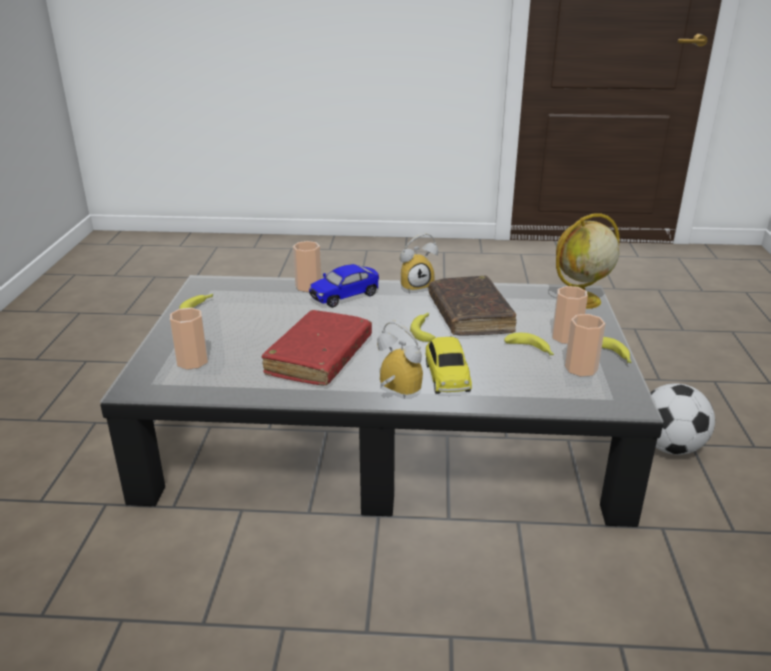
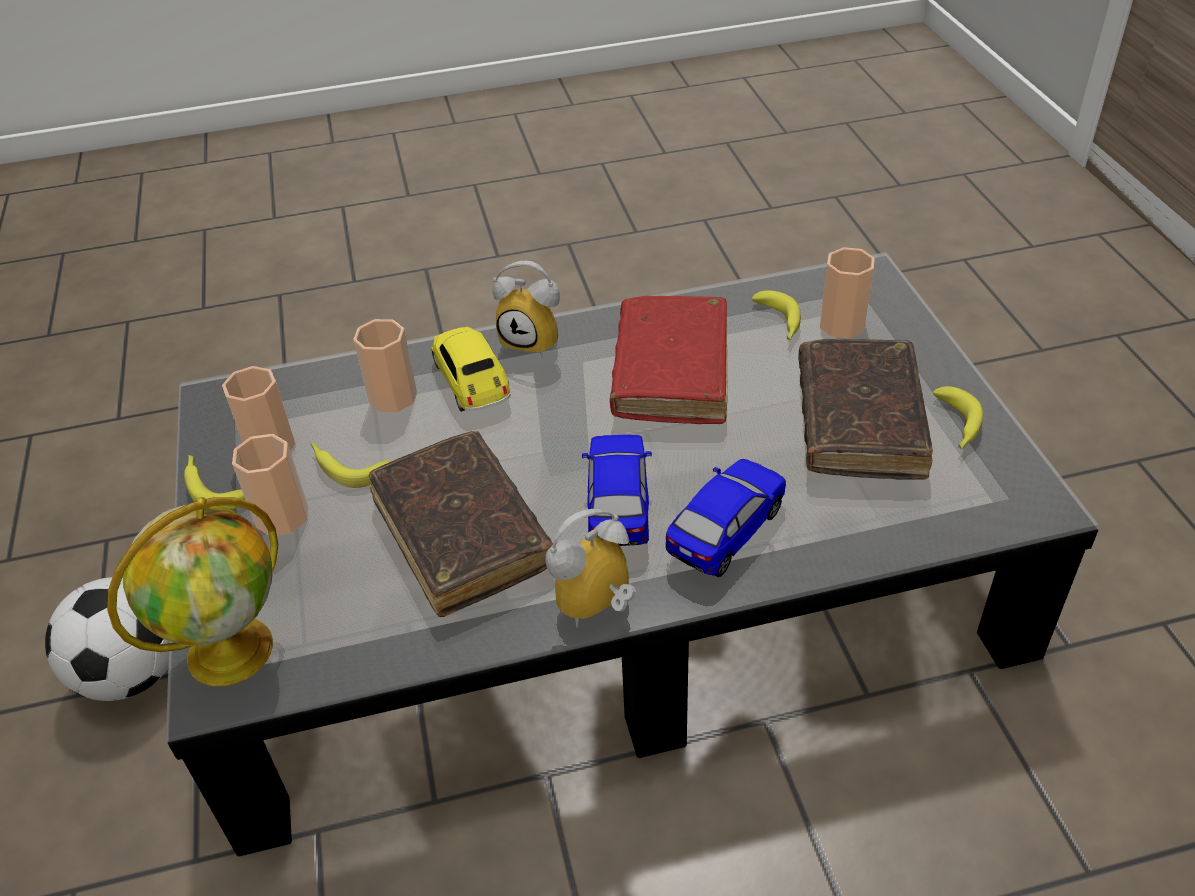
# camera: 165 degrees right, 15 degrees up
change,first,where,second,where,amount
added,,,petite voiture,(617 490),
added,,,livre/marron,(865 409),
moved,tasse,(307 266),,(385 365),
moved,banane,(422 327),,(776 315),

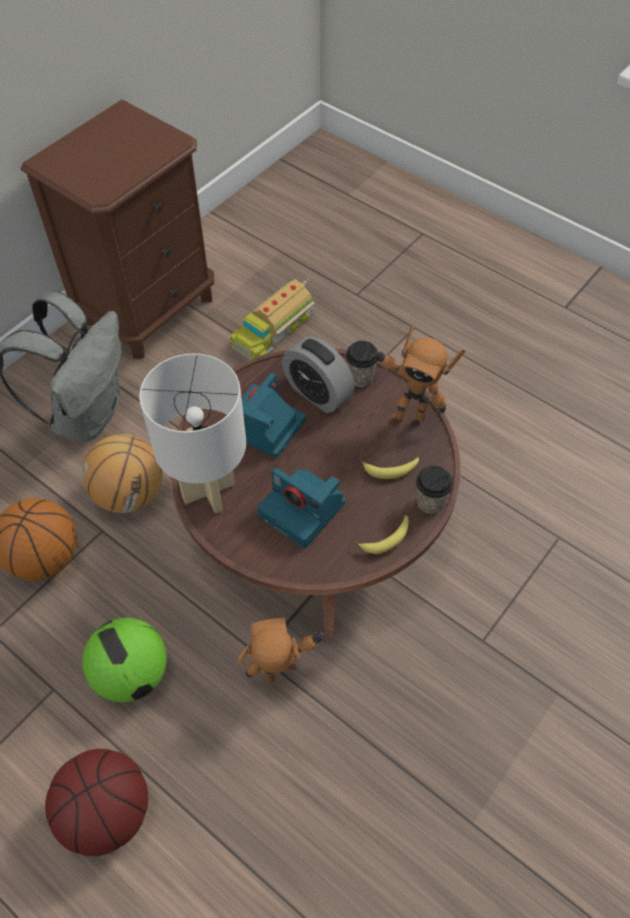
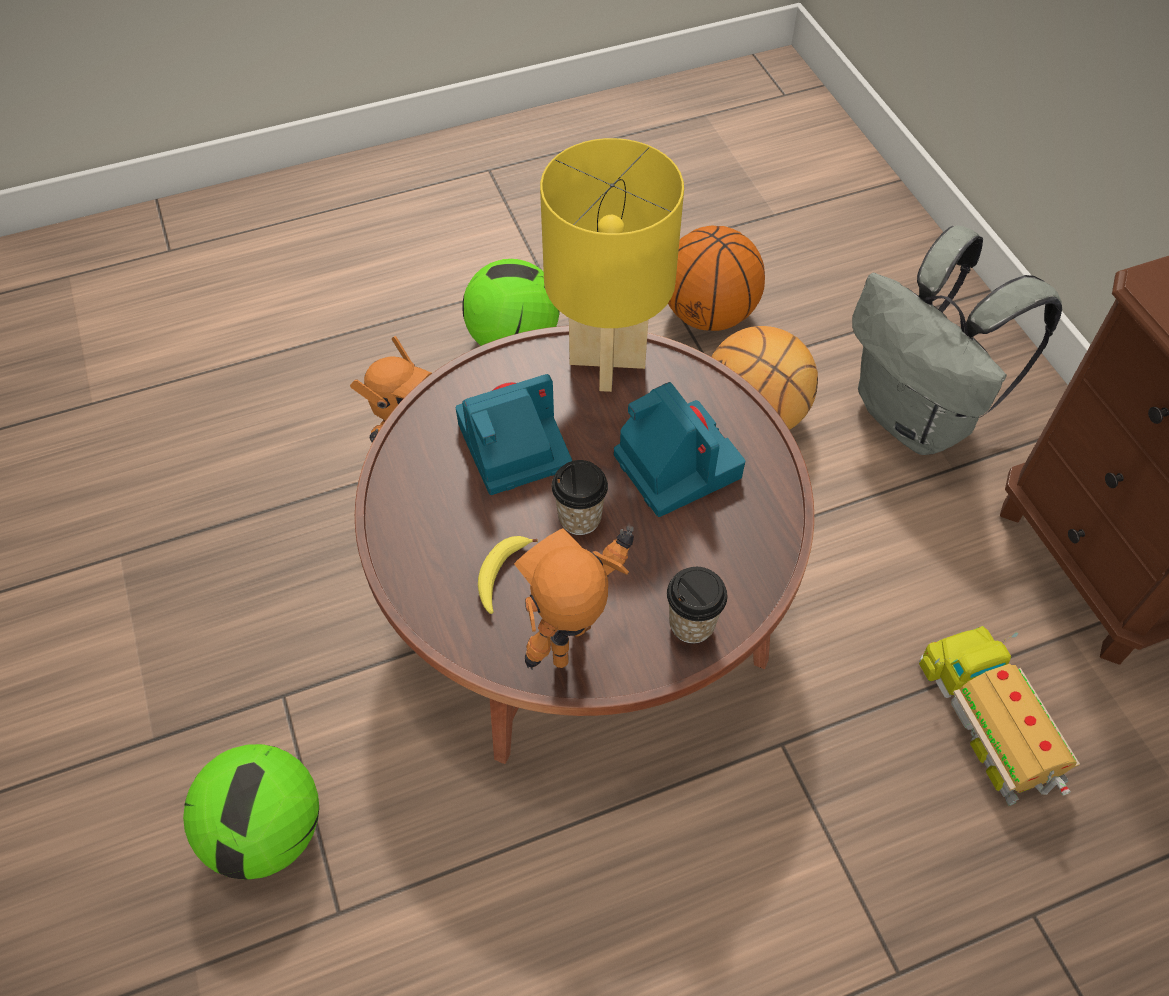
# camera: 120 degrees right, 0 degrees up
change,first,where,second,where,amount
removed,ballon de basket,(96 802),,,
removed,réveil,(318 374),,,
removed,banane,(382 534),,,
added,,,ballon de foot,(251 812),
moved,tasse,(434 490),,(580 497),
recoloured,lampe de table/blanc,(192 433),lampe de table/jaune,(612 265),

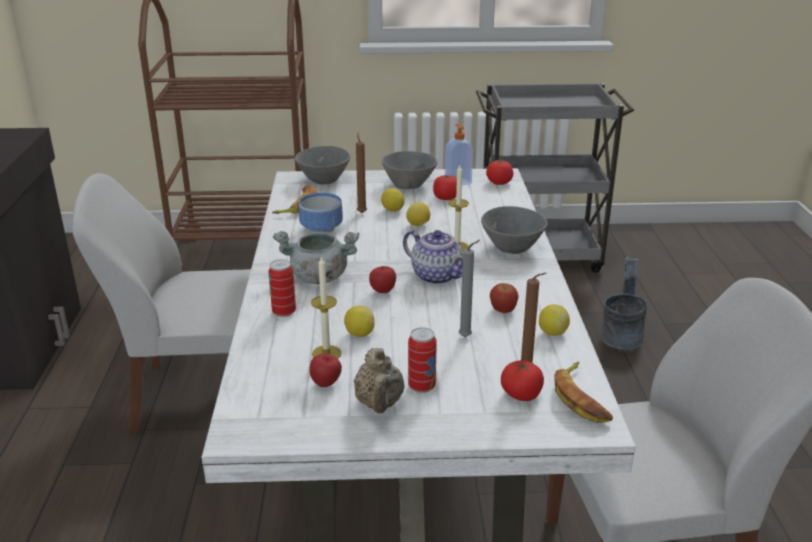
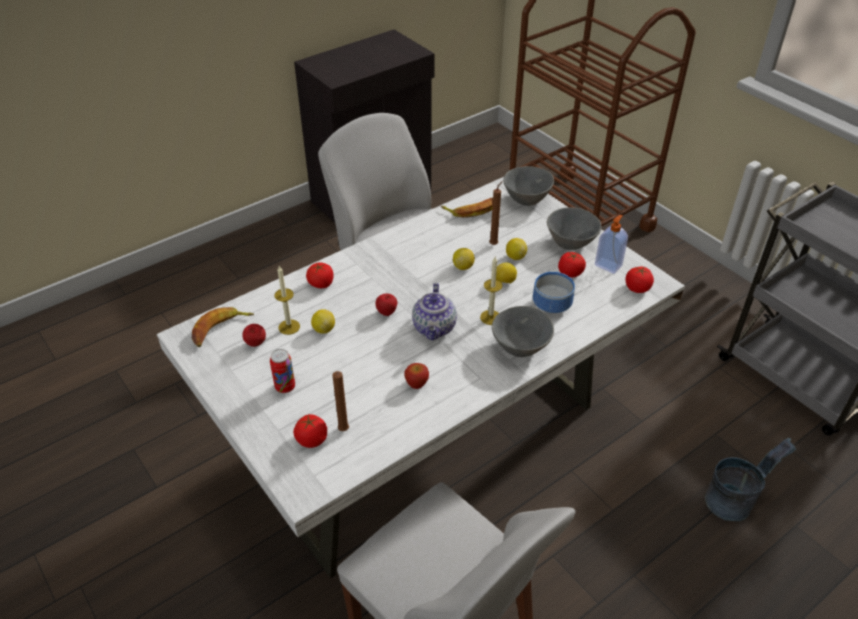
# camera: 55 degrees right, 15 degrees up
change,first,where,second,where,amount
removed,marmite/gris,(316 257),,,
removed,théière/beige,(379 381),,,
removed,bougie/gris,(469 288),,,
moved,bol,(321 213),,(554 293),
moved,citron,(554 320),,(464 259),
moved,banane,(583 392),,(223 327),
replaced,boîte métallique,(282 288),tomate,(320 275),

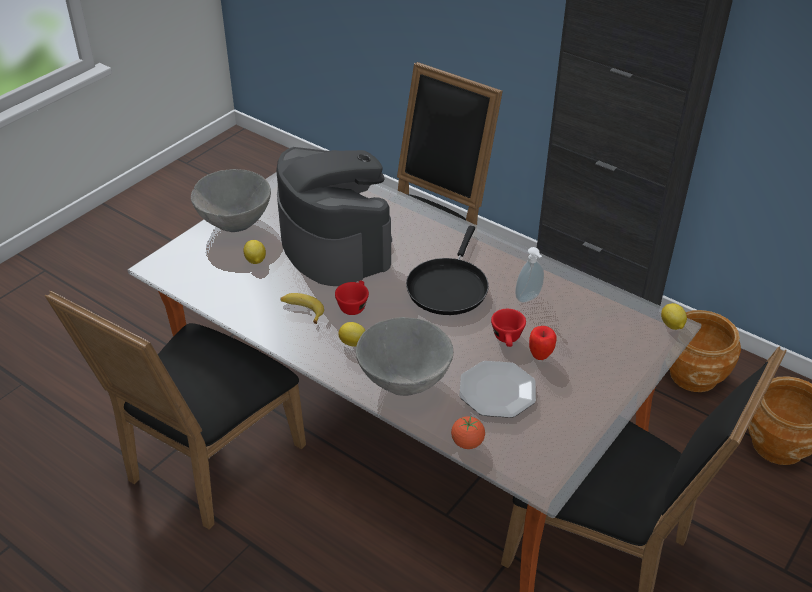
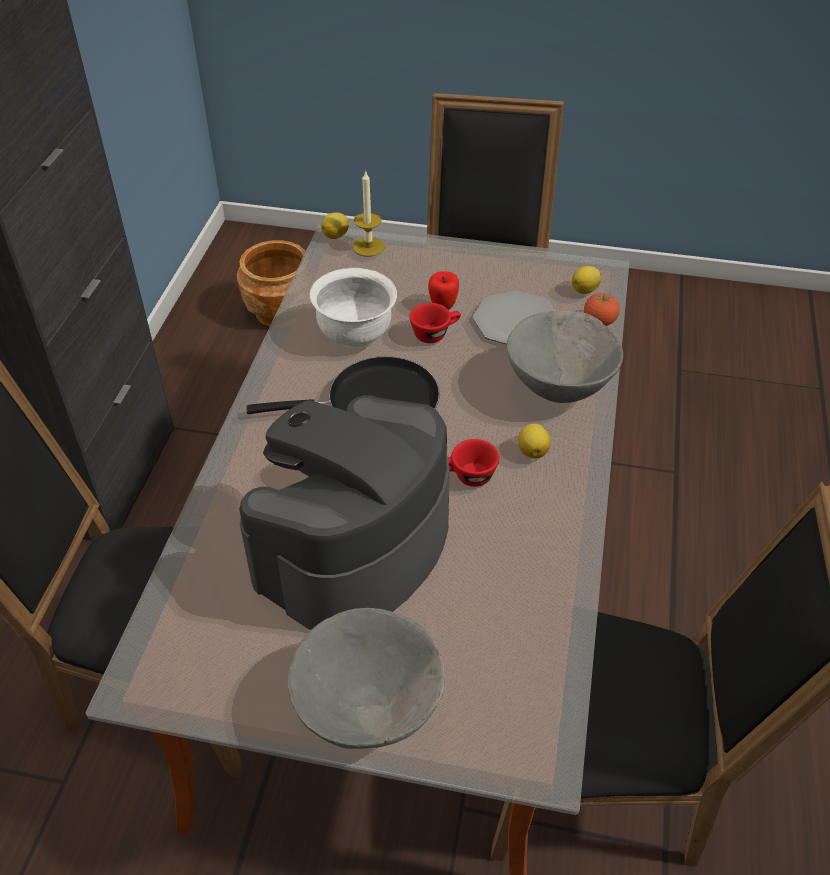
# camera: 115 degrees left, 5 degrees up
change,first,where,second,where,amount
removed,banane,(302 308),,,
removed,cache-pot/marron,(705 351),,,
added,,,bougie,(369 213),
moved,citron,(254 252),,(586 280),
replaced,distributeur de savon,(529 275),bol/blanc,(353 307),

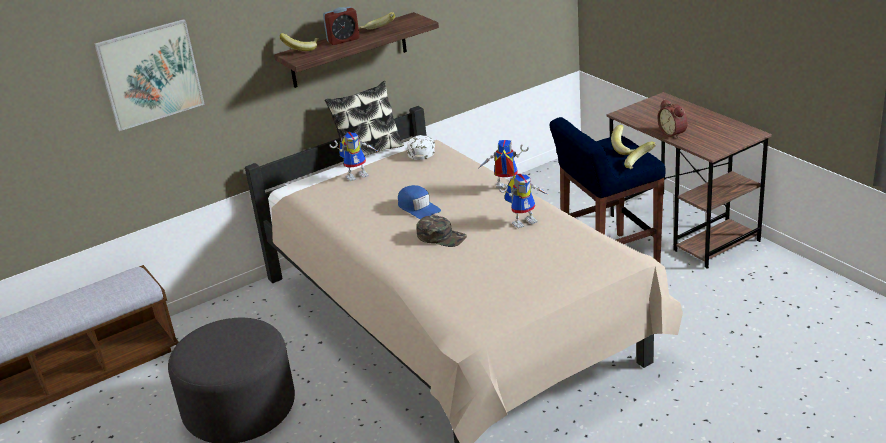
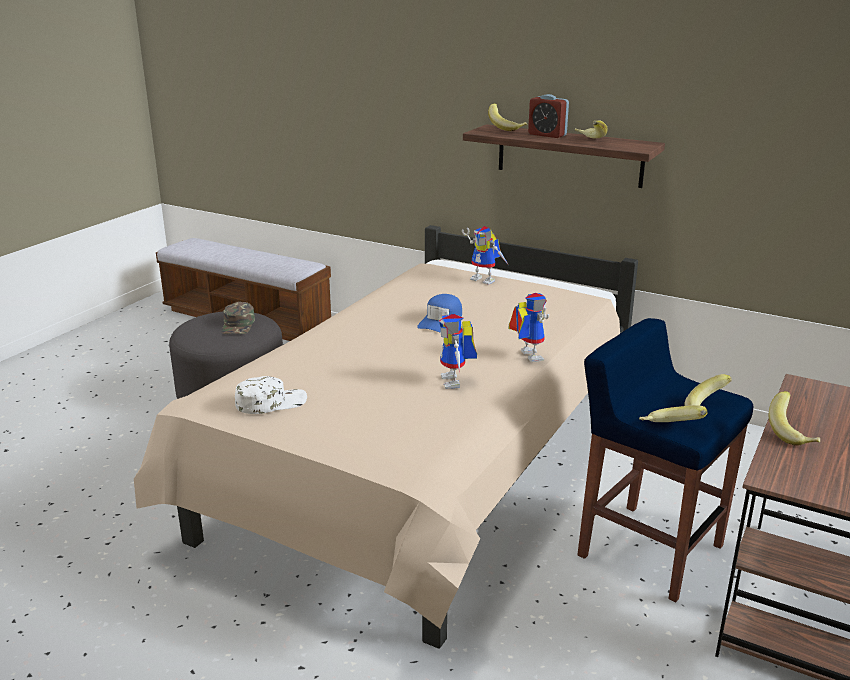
# camera: 60 degrees right, 5 degrees down
change,first,where,second,where,amount
removed,tableau,(149 75),,,
removed,coussin,(364 123),,,
moved,casquette/blanc,(421 147),,(271 395),
moved,casquette/vert,(442 231),,(238 318),
replaced,réveil,(673 118),banane,(794 418),
turned,robot jouet,(523 201),,(458 349),45 degrees clockwise

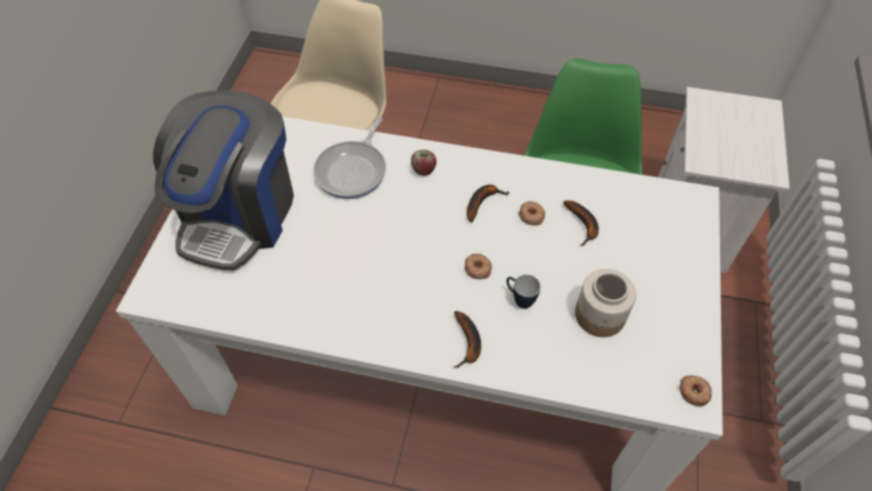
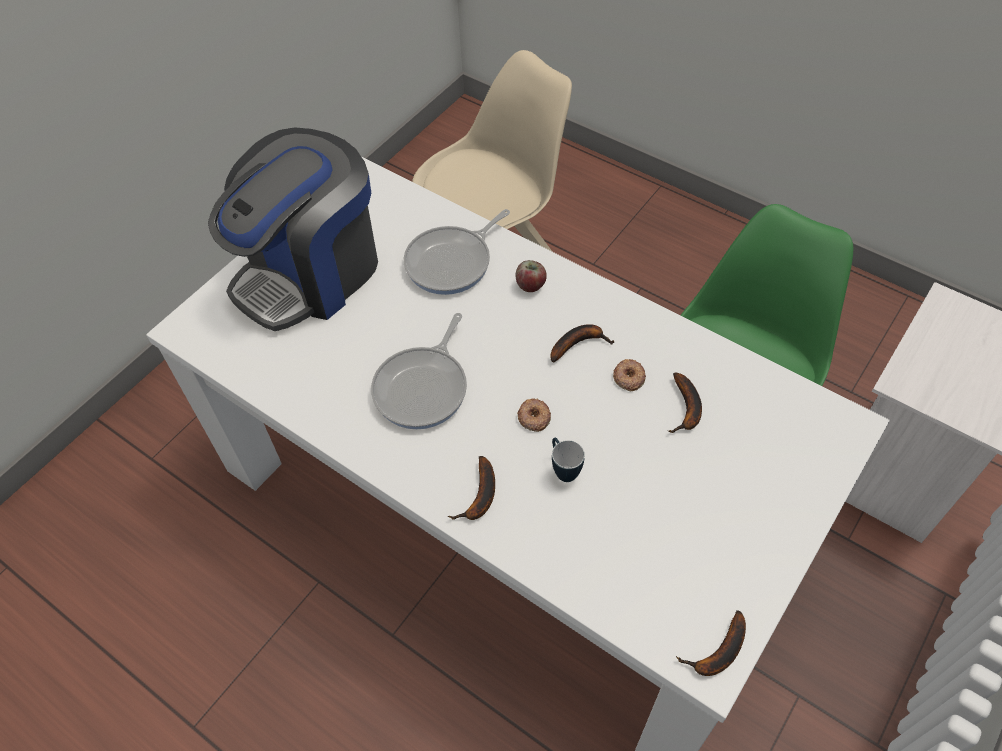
# camera: 25 degrees right, 0 degrees up
change,first,where,second,where,amount
removed,bocal,(605 303),,,
added,,,poêle,(419 371),
replaced,beignet,(695 391),banane,(711 643),

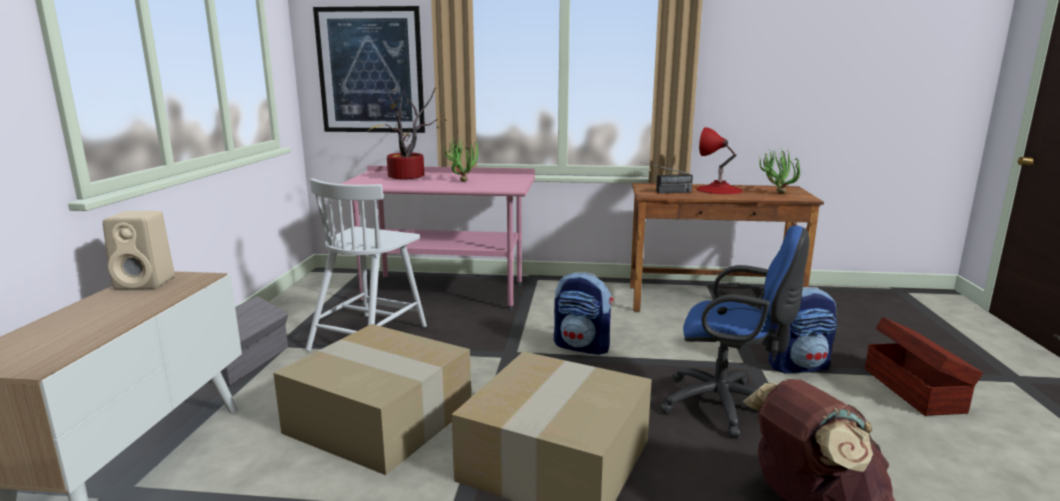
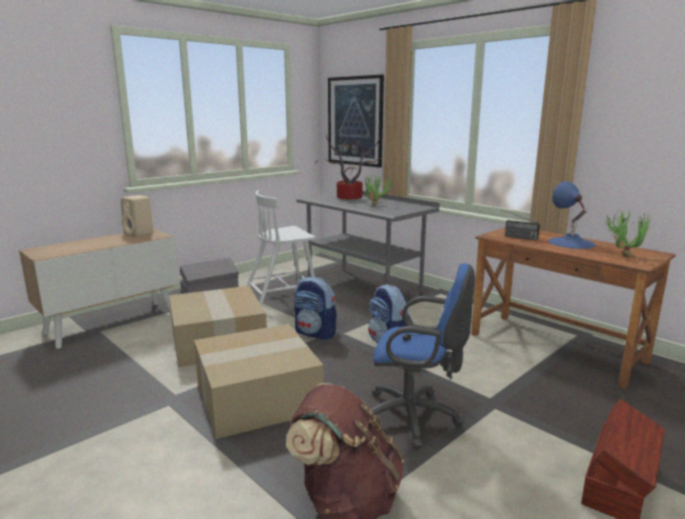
# camera: 40 degrees right, 0 degrees up
change,first,where,second,where,amount
moved,sac à dos,(802 330),,(315 308),
recoloured,bureau/rose,(438 238),bureau/gris,(368 242),
recoloured,lampe de table/rouge,(719 161),lampe de table/bleu,(572 215),
turned,chaise de bureau/bleu,(734 331),,(423 356),45 degrees counterclockwise

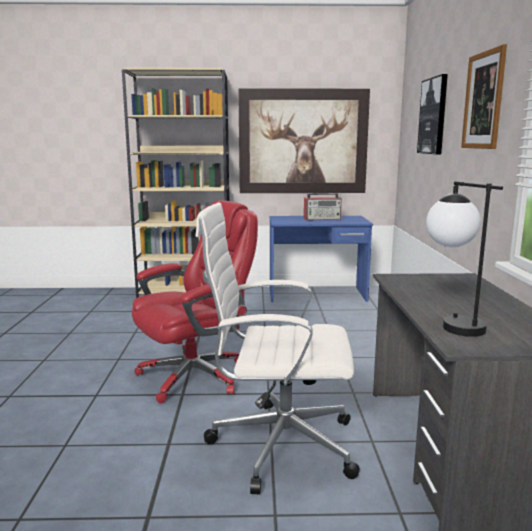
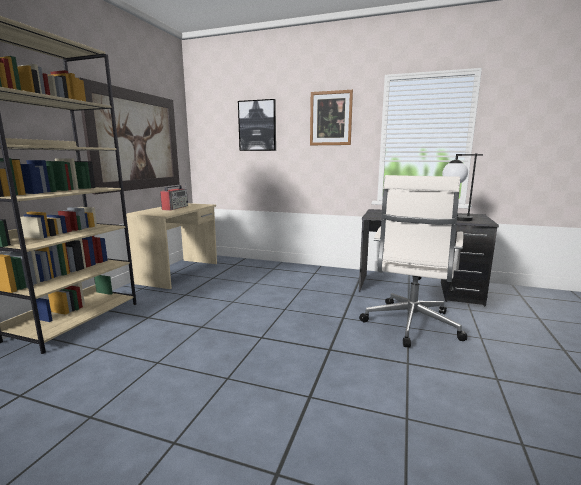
# camera: 70 degrees left, 0 degrees up
change,first,where,second,where,amount
removed,chaise de bureau/rouge,(195 301),,,
recoloured,bureau/bleu,(321 259),bureau/beige,(171 246),

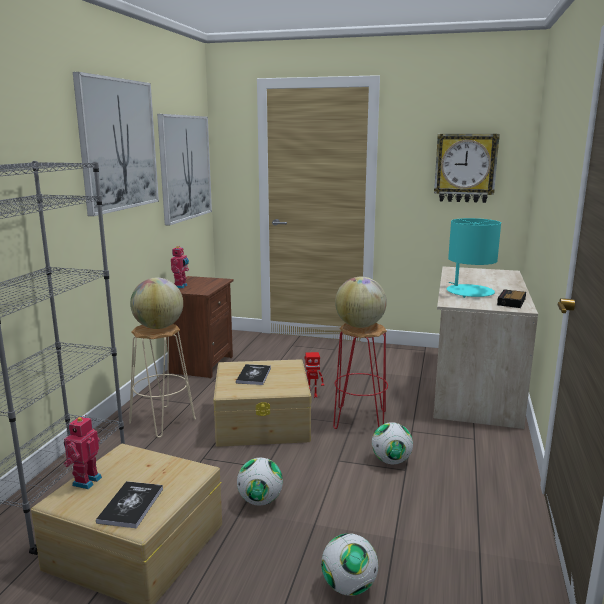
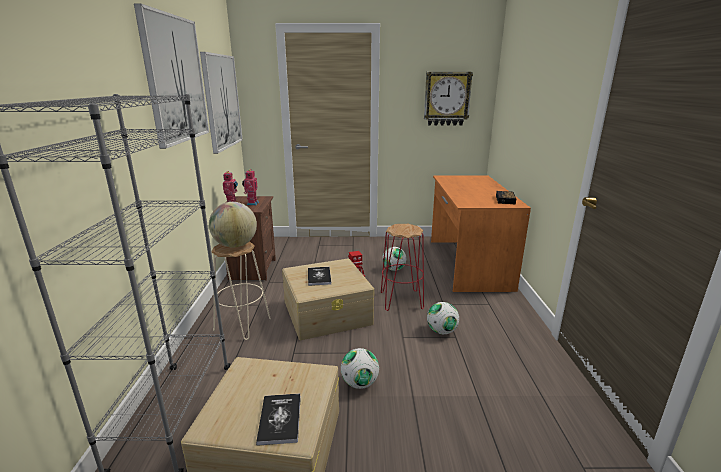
# camera: 15 degrees left, 5 degrees up
change,first,where,second,where,amount
removed,globe,(361 302),,,
removed,lampe de table/turquoise,(474 258),,,
moved,robot jouet,(83 451),,(250 187),
moved,ballon de foot,(349 564),,(394 259),
recoloured,bureau/beige,(486 348),bureau/orange,(481 233),

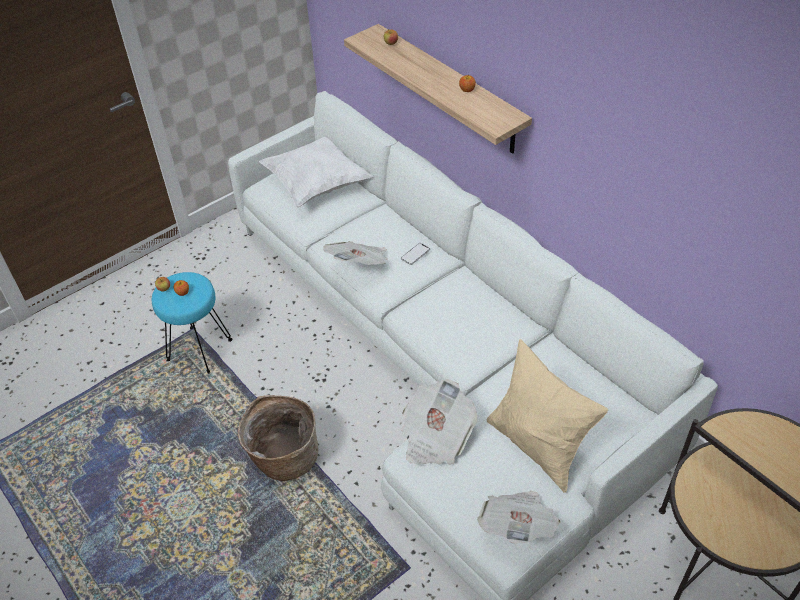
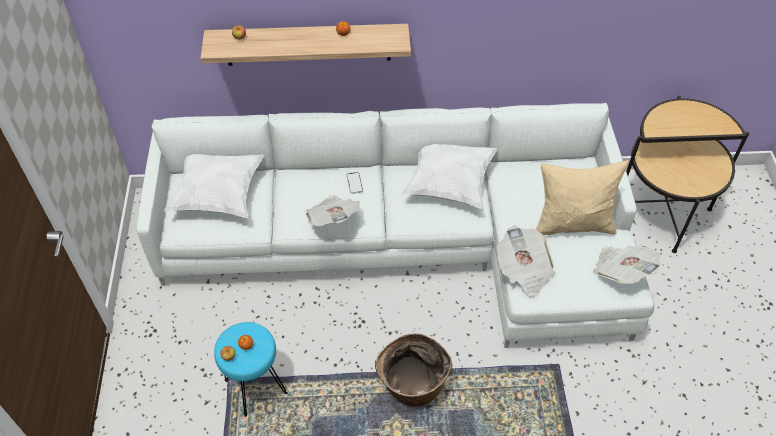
# camera: 55 degrees left, 5 degrees up
change,first,where,second,where,amount
added,,,coussin/blanc,(449 176),

